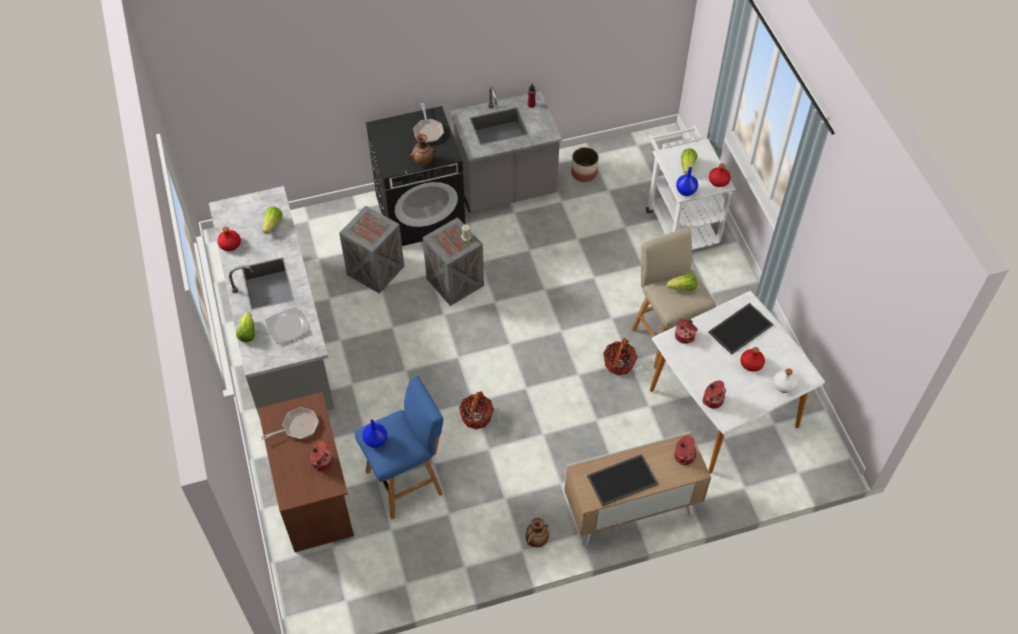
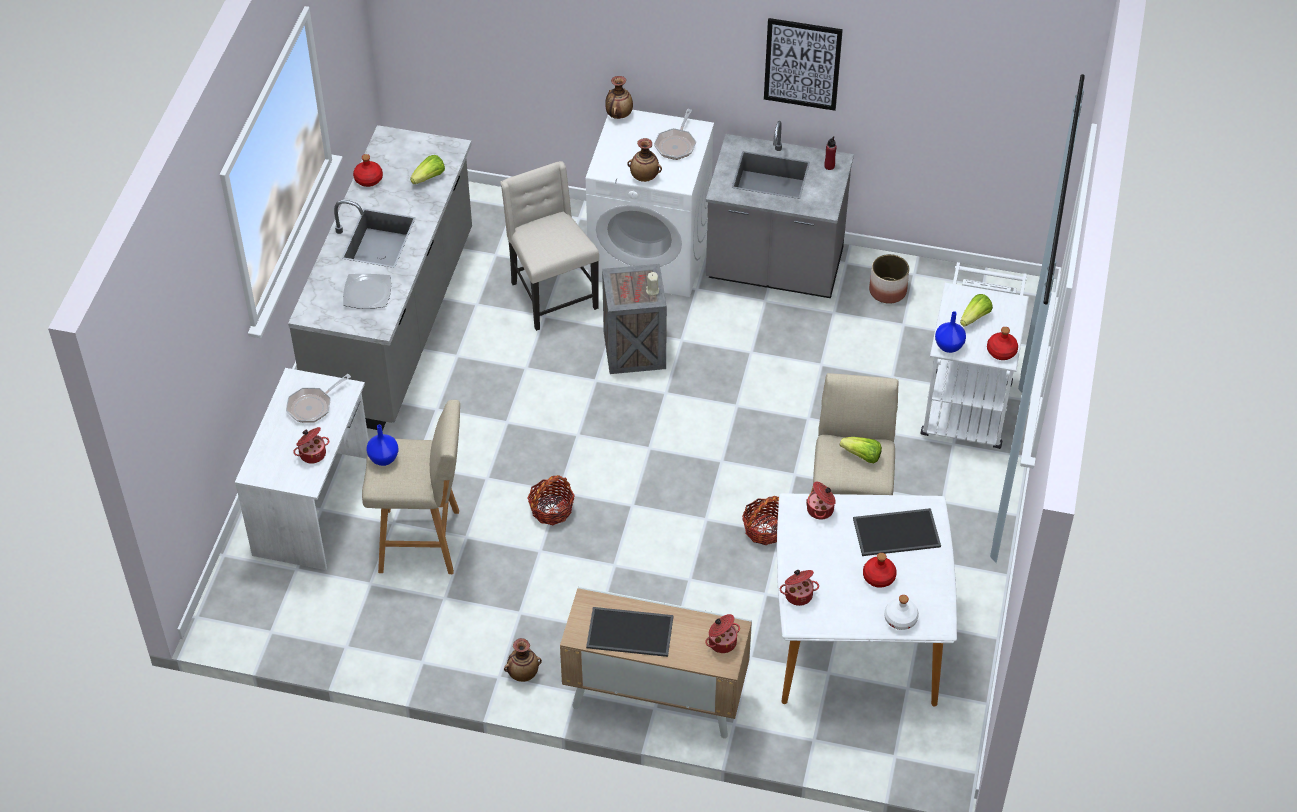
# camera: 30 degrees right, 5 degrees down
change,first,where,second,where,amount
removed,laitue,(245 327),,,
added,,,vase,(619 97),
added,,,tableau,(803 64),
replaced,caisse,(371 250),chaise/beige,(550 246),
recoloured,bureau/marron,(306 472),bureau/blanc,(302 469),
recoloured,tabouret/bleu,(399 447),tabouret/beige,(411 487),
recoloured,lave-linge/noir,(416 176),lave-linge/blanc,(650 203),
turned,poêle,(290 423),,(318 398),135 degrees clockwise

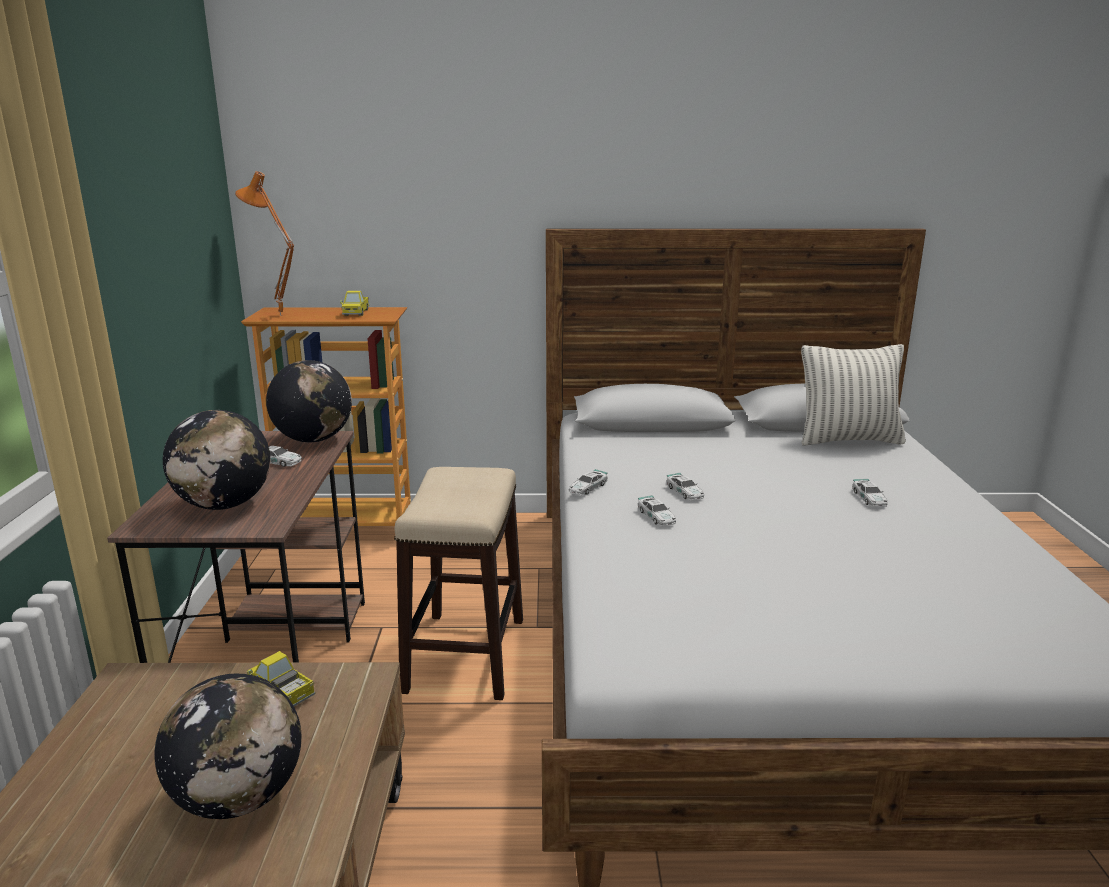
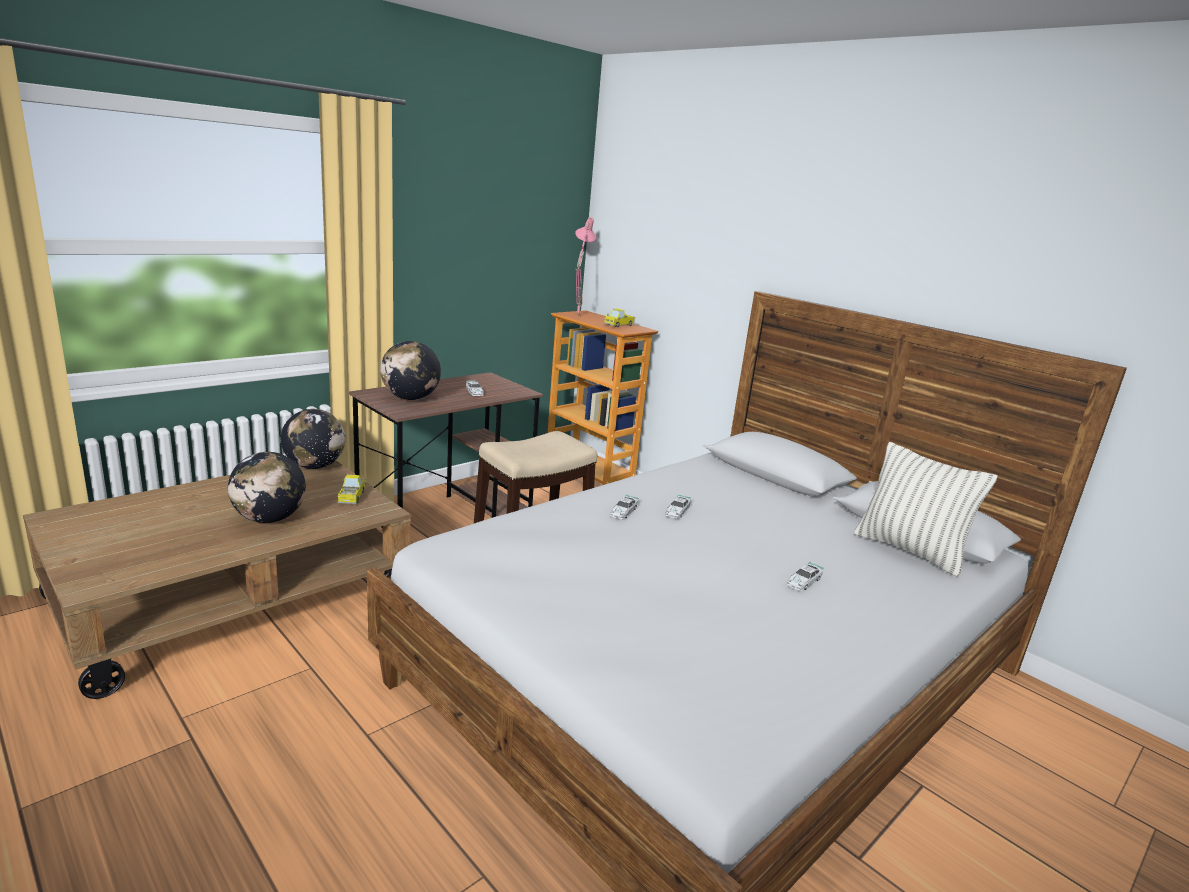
# camera: 45 degrees right, 0 degrees up
change,first,where,second,where,amount
removed,petite voiture,(588 482),,,
moved,globe,(309 401),,(313 439),
recoloured,lampe de table/orange,(264 243),lampe de table/rose,(586 266),

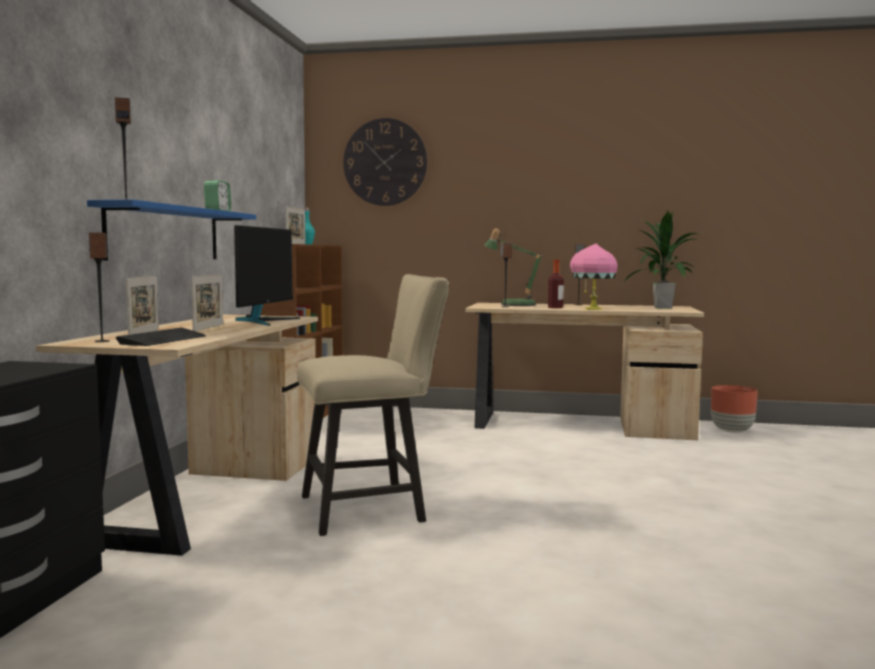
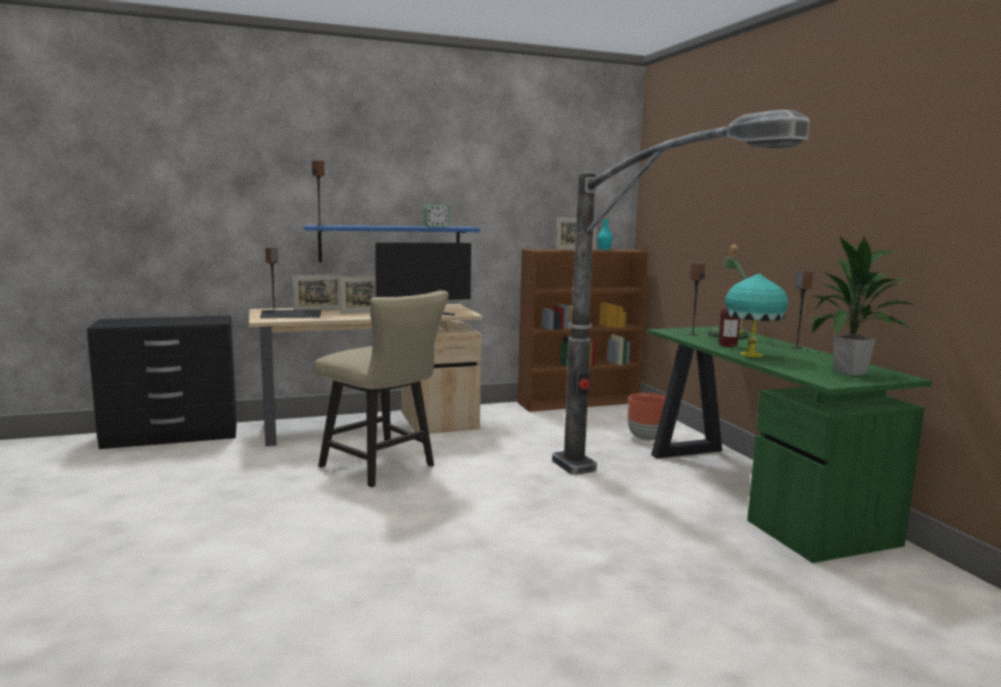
# camera: 60 degrees right, 5 degrees up
change,first,where,second,where,amount
removed,horloge murale,(385 162),,,
added,,,lampadaire,(681 292),
moved,cache-pot/marron,(734 409),,(647 417),
recoloured,bureau/beige,(584 371),bureau/vert,(789 444),
recoloured,lampe de table/rose,(594 276),lampe de table/turquoise,(756 315),

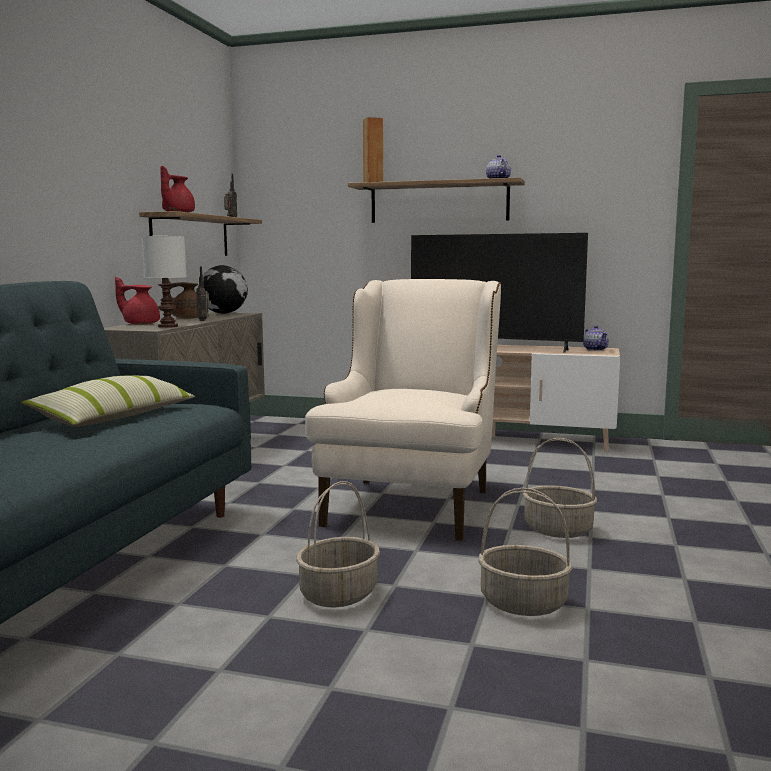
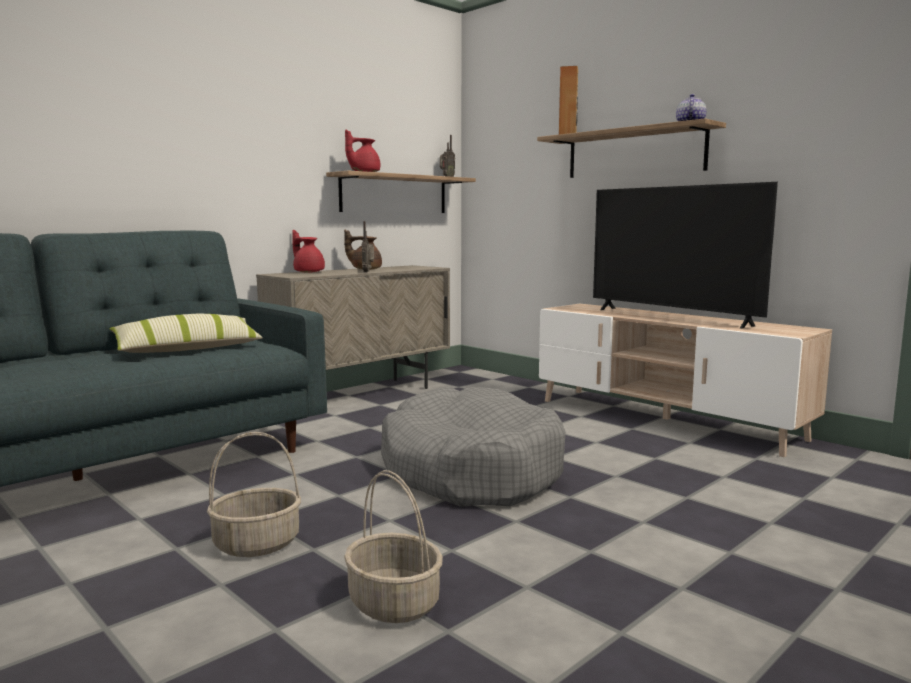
# camera: 30 degrees right, 0 degrees up
change,first,where,second,where,amount
removed,lampe de table/blanc,(163 282),,,
removed,globe,(223 289),,,
removed,panier,(560 488),,,
removed,théière,(596 338),,,
replaced,fauteuil/beige,(403 410),panier pour chien/gris,(473 447),

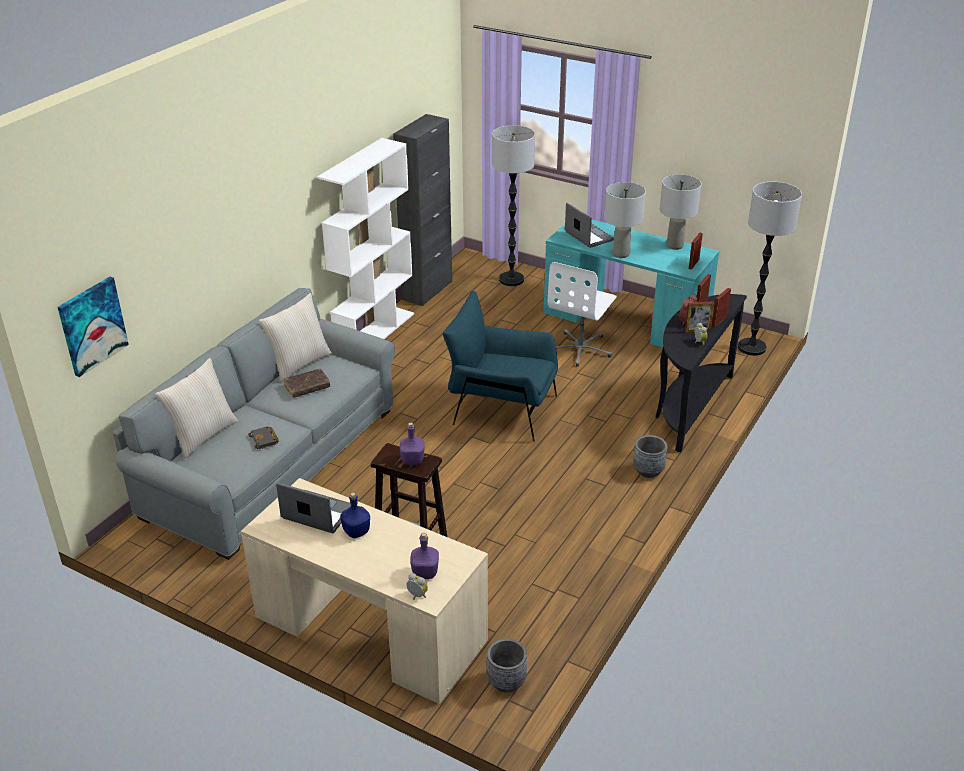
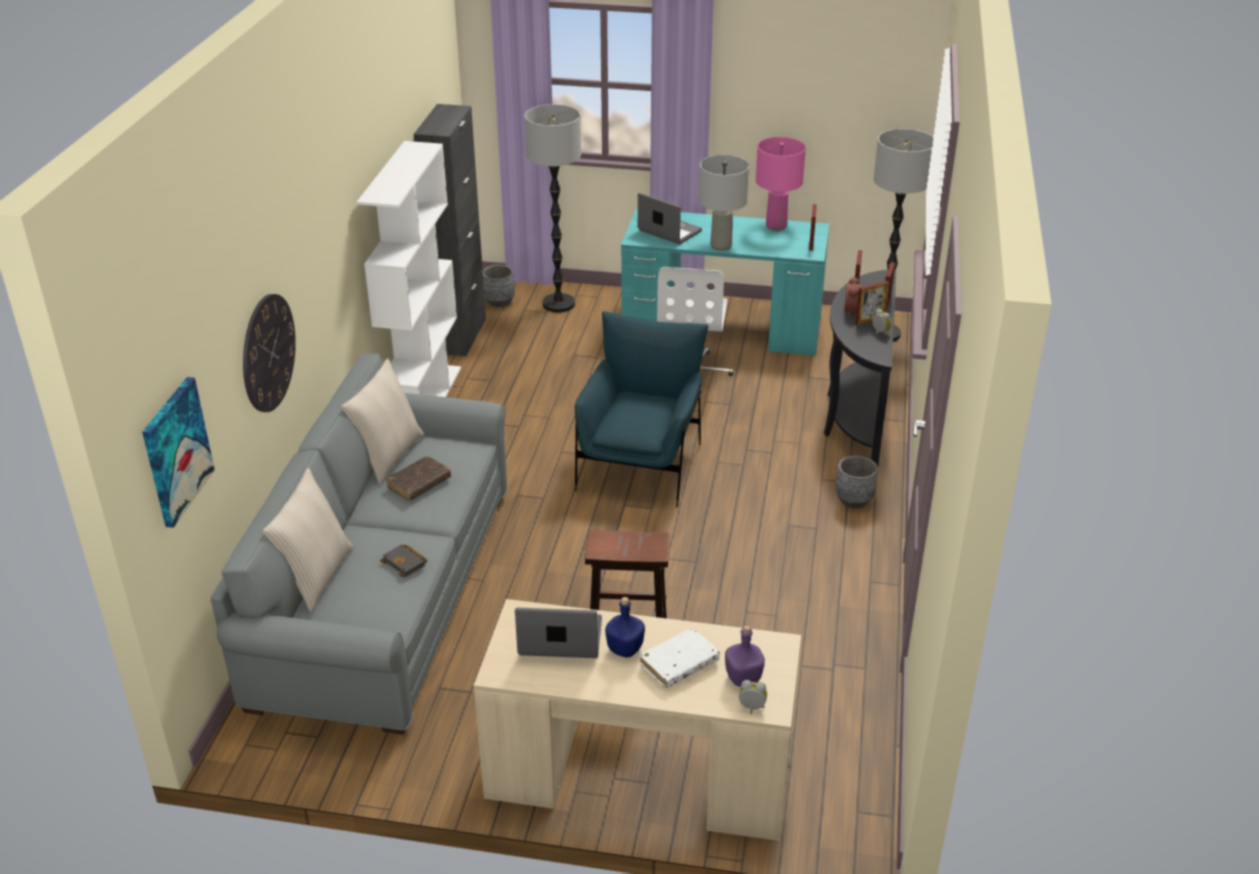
# camera: 20 degrees left, 0 degrees up
change,first,where,second,where,amount
removed,bouteille/violet,(412 443),,,
added,,,horloge murale,(269 353),
added,,,livre/blanc,(680 658),
moved,cache-pot/gris,(507 665),,(499 286),
recoloured,lampe de table/gris,(680 212),lampe de table/rose,(781 184),
turned,fauteuil/bleu,(500 366),,(641 409),105 degrees clockwise

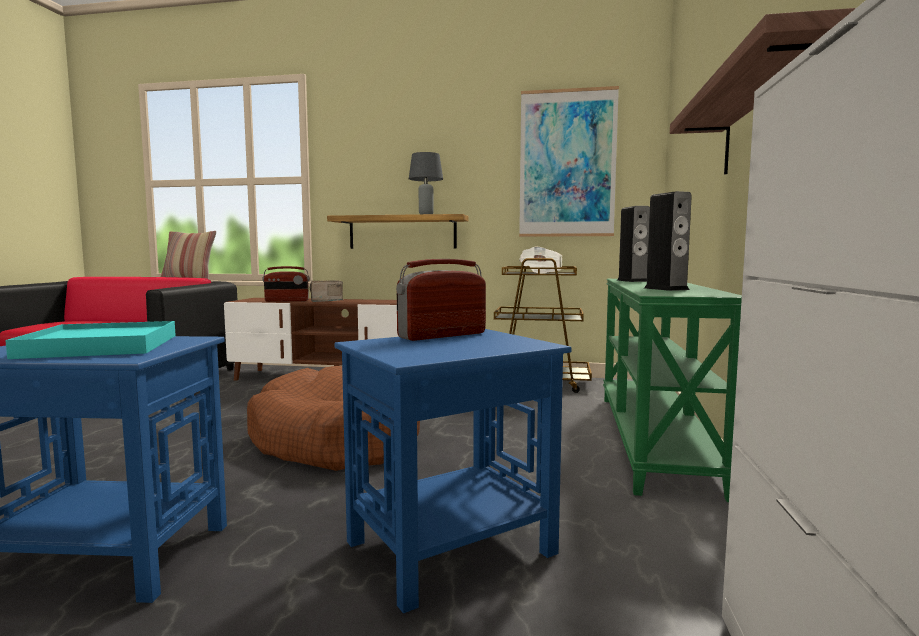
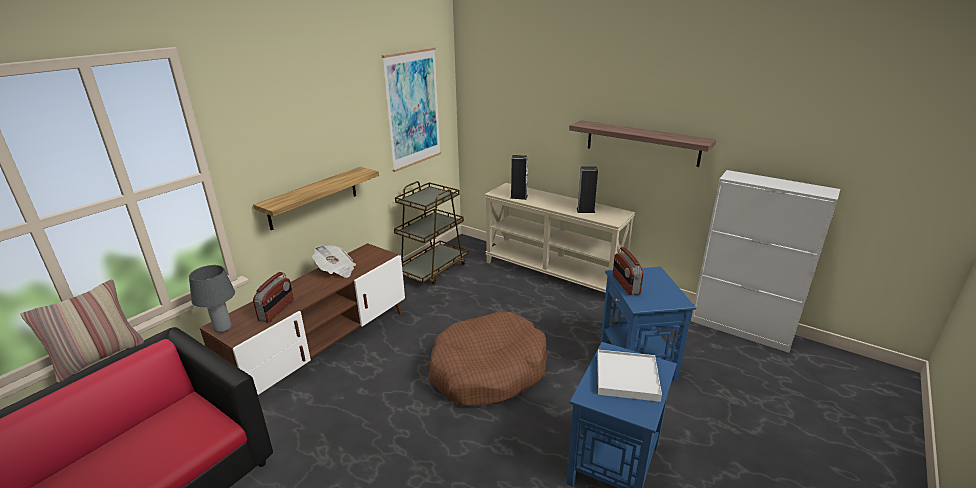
# camera: 65 degrees left, 20 degrees up
change,first,where,second,where,amount
removed,radio,(326 291),,,
moved,lampe de table/gris,(426 183),,(212 299),
moved,journal,(540 260),,(334 261),
recoloured,plateau/turquoise,(90 340),plateau/blanc,(629 376),
recoloured,table console/vert,(672 390),table console/beige,(560 238),

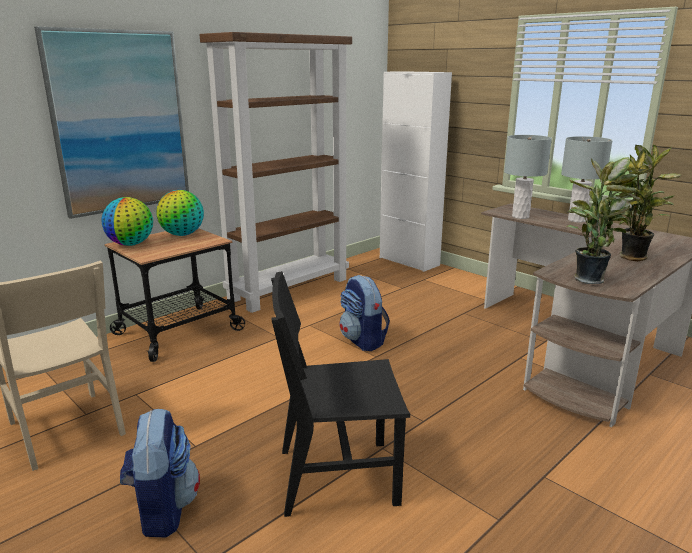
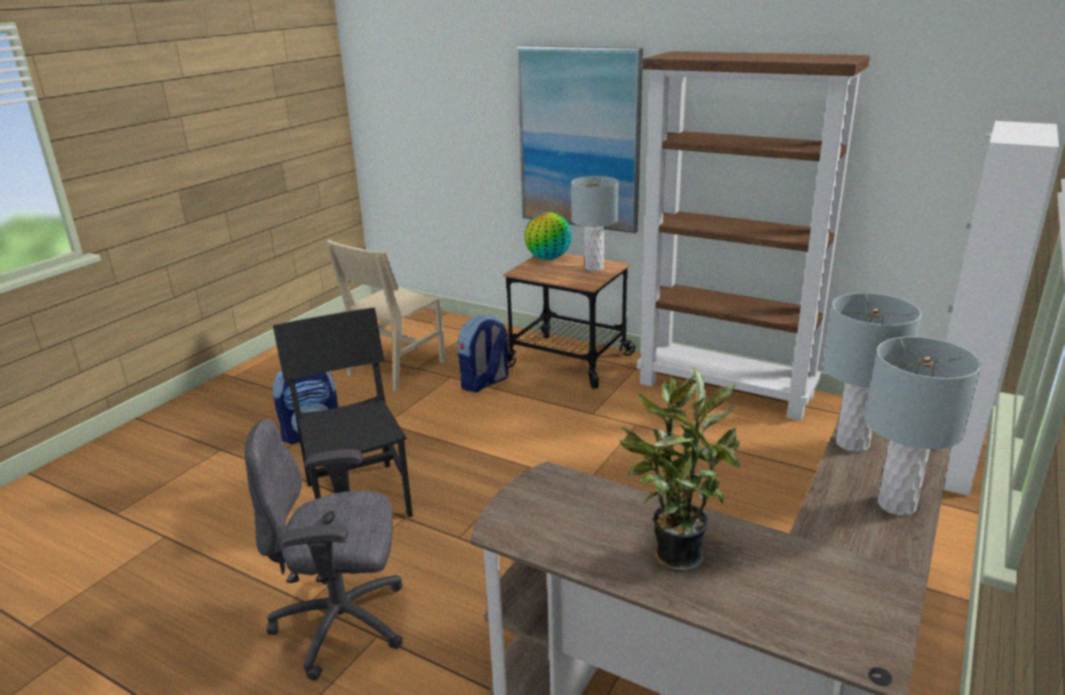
# camera: 75 degrees right, 5 degrees up
change,first,where,second,where,amount
removed,plante en pot,(604 220),,,
added,,,chaise de bureau/gris,(324 549),
moved,sac à dos,(365 313),,(483 353),
replaced,globe,(180 213),lampe de table/gris,(594 223),

